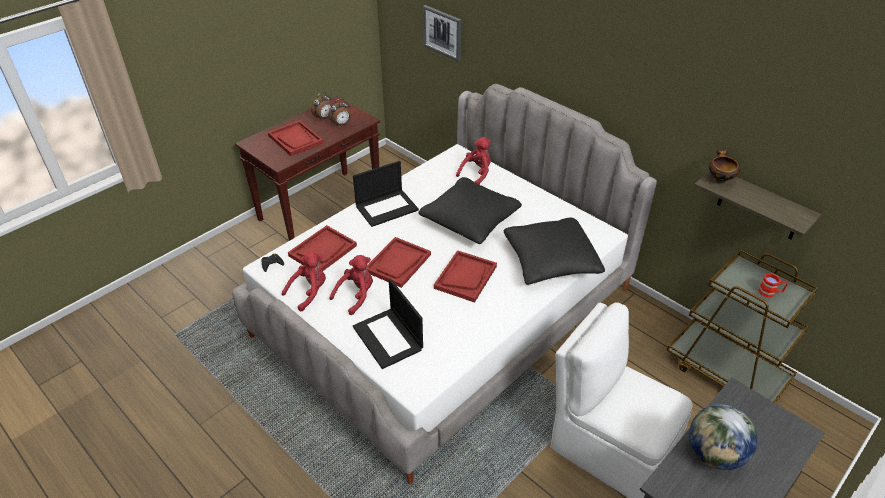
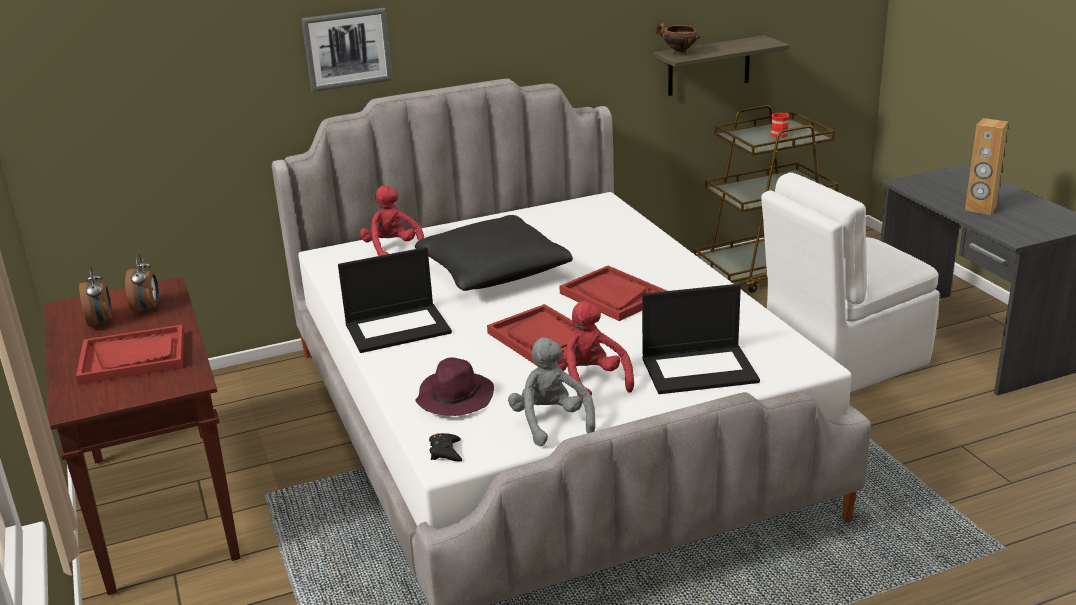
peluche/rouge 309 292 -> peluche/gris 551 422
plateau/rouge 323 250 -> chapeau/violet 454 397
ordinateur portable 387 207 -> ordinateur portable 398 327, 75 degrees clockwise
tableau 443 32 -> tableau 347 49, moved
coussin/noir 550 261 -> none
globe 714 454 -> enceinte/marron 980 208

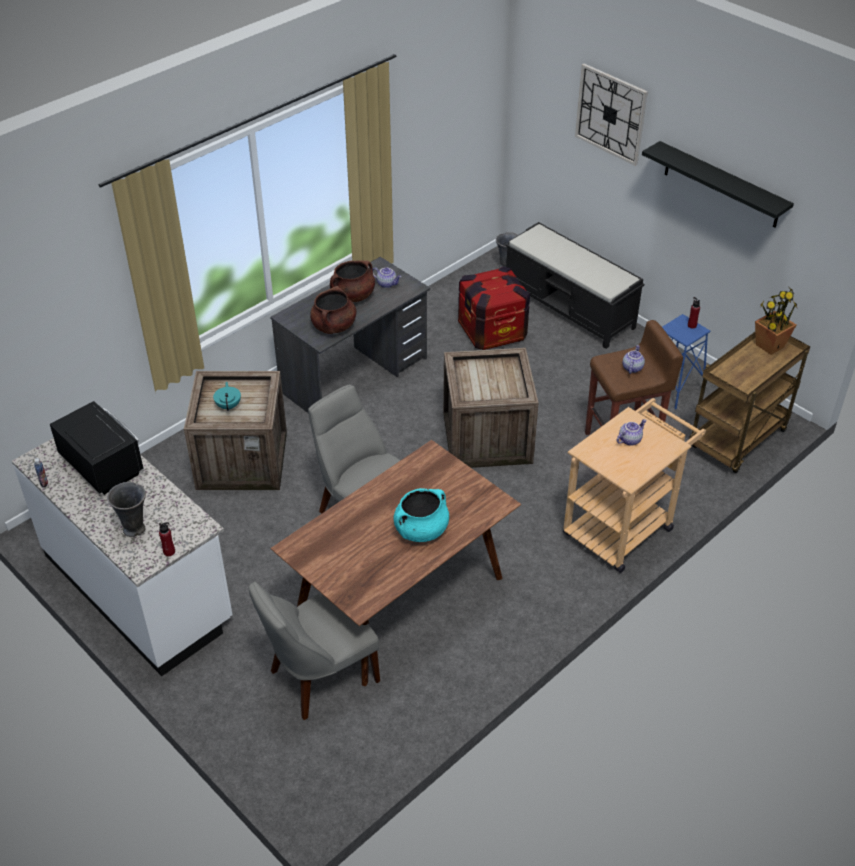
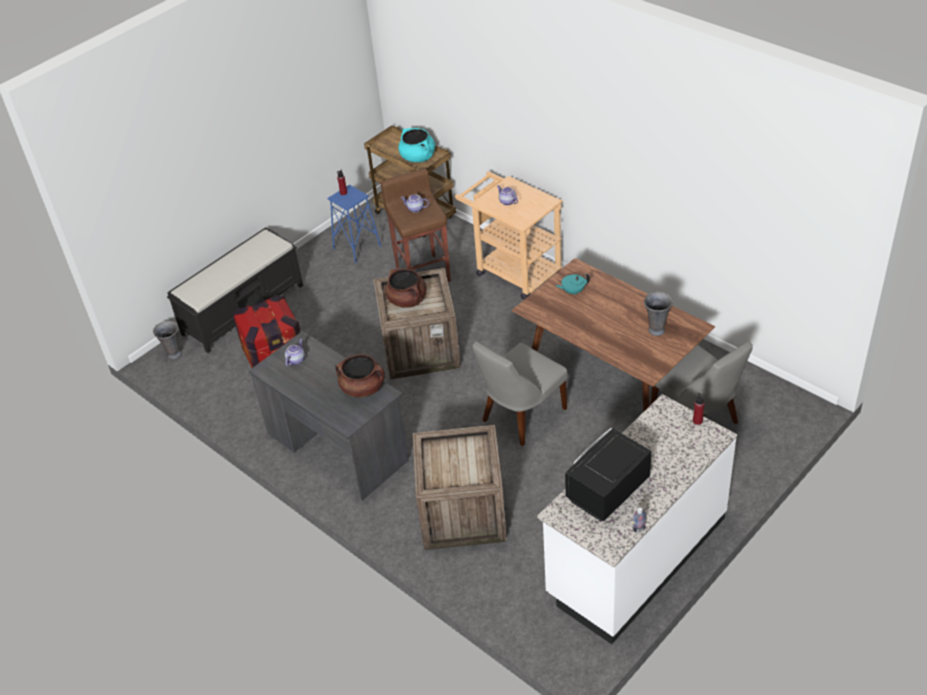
vase/gris 135 529 -> vase/gris 656 330, moved
théière/turquoise 229 406 -> théière/turquoise 573 291, moved
marmite/marron 352 296 -> marmite/marron 407 300, moved
marmite/turquoise 421 530 -> marmite/turquoise 418 157, moved
horloge murale 611 114 -> none
étagère/noir 721 185 -> none
plante en pot 769 346 -> none

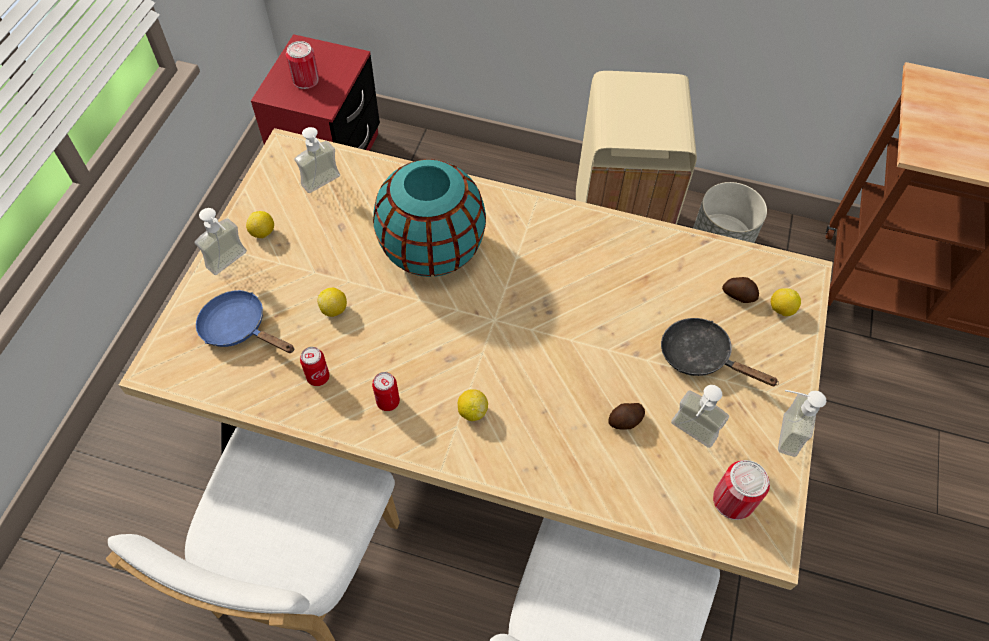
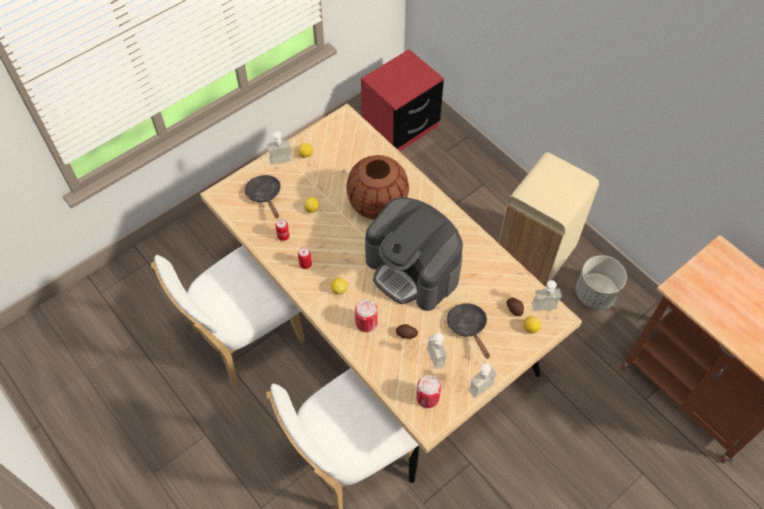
poêle/bleu 239 328 -> poêle/noir 265 195
boîte métallique 305 79 -> boîte métallique 366 323, moved
distributeur de savon 325 185 -> distributeur de savon 545 310, moved
vase/turquoise 431 250 -> vase/marron 377 204
none -> machine à café 413 270

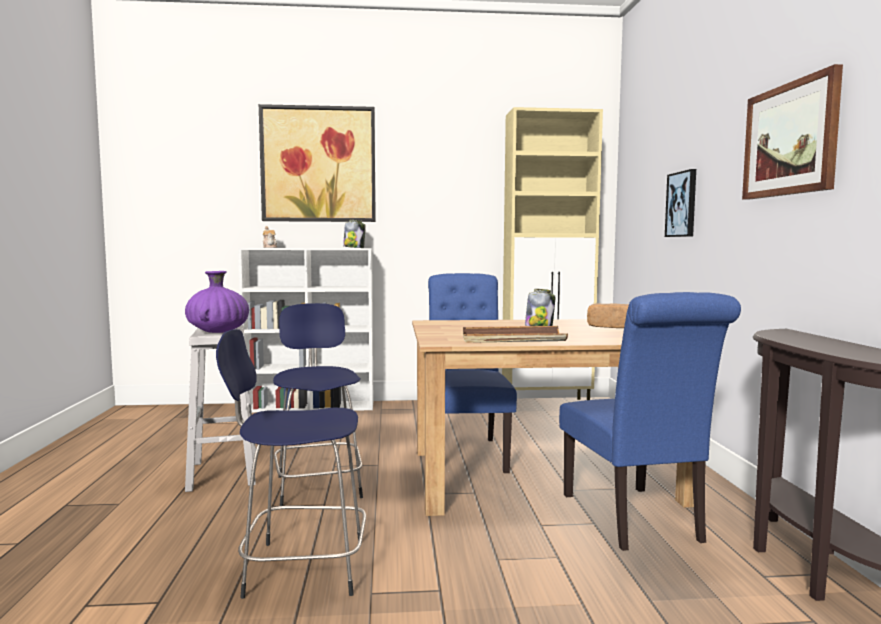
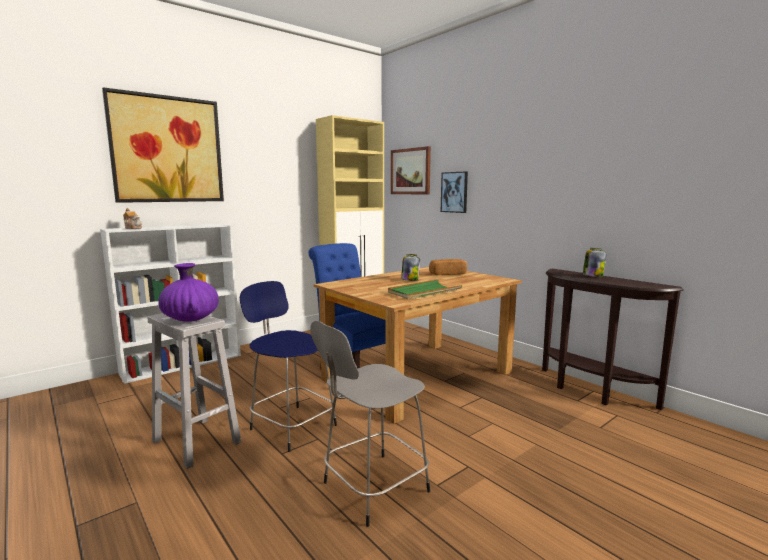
tabouret/bleu 300 568 -> tabouret/gris 372 488
bocal 354 248 -> bocal 592 276, moved
plateau/marron 512 339 -> plateau/vert 424 292
chaise/bleu 635 521 -> none
tableau 790 139 -> tableau 410 171, moved

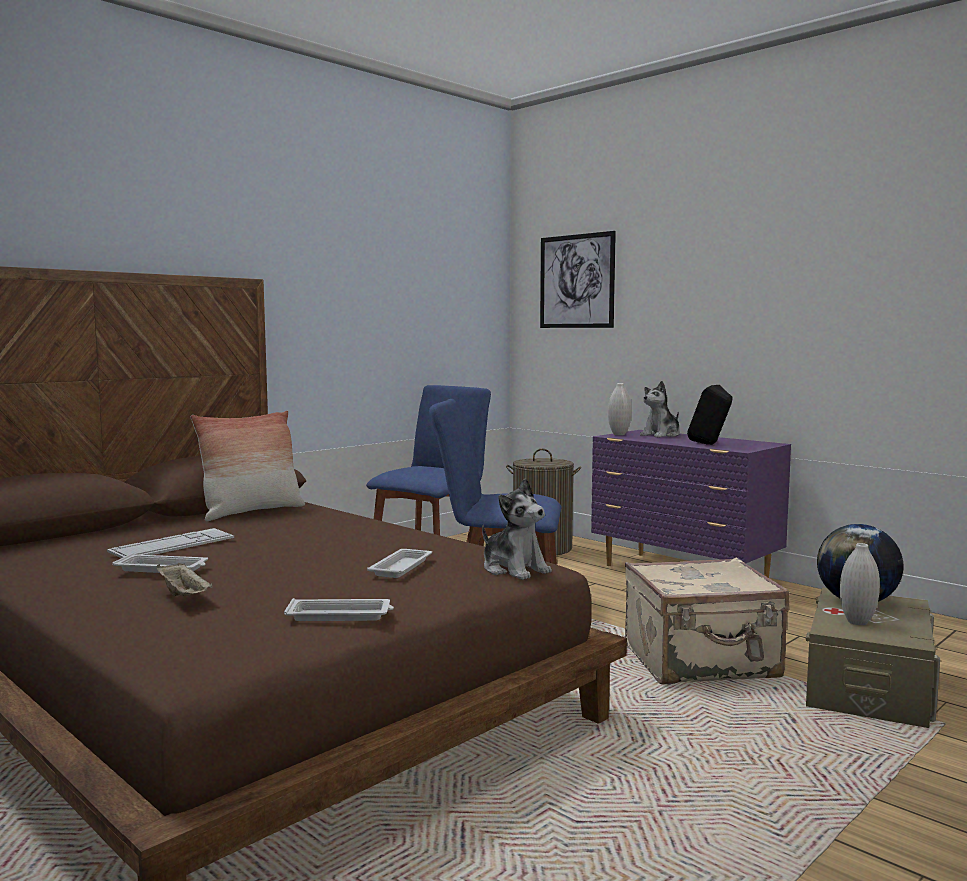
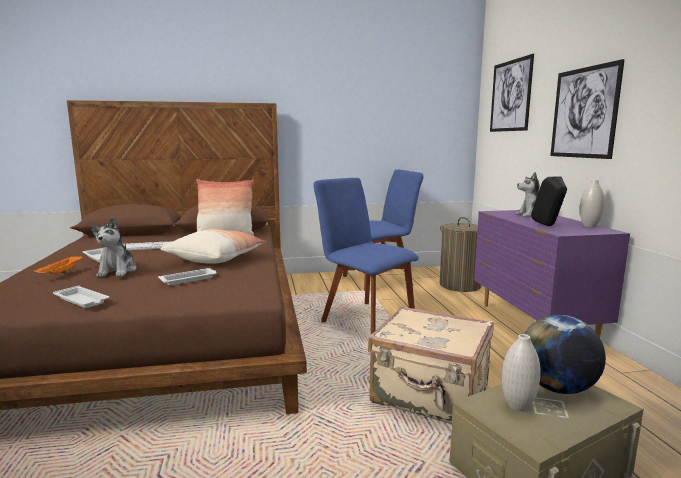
plateau/beige 184 596 -> plateau/orange 61 274
peluche 514 569 -> peluche 117 271, moved
vase/blanc 619 434 -> vase/blanc 589 226, moved
none -> coussin 216 258
none -> tableau 584 113

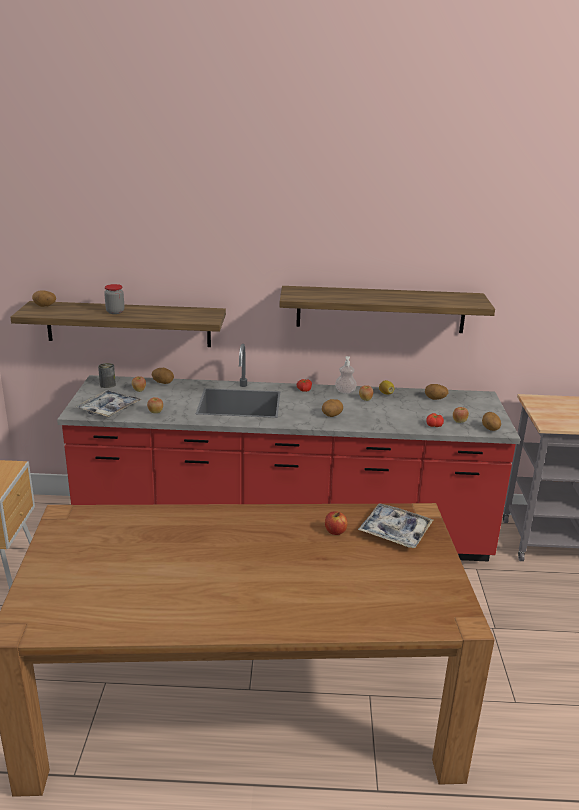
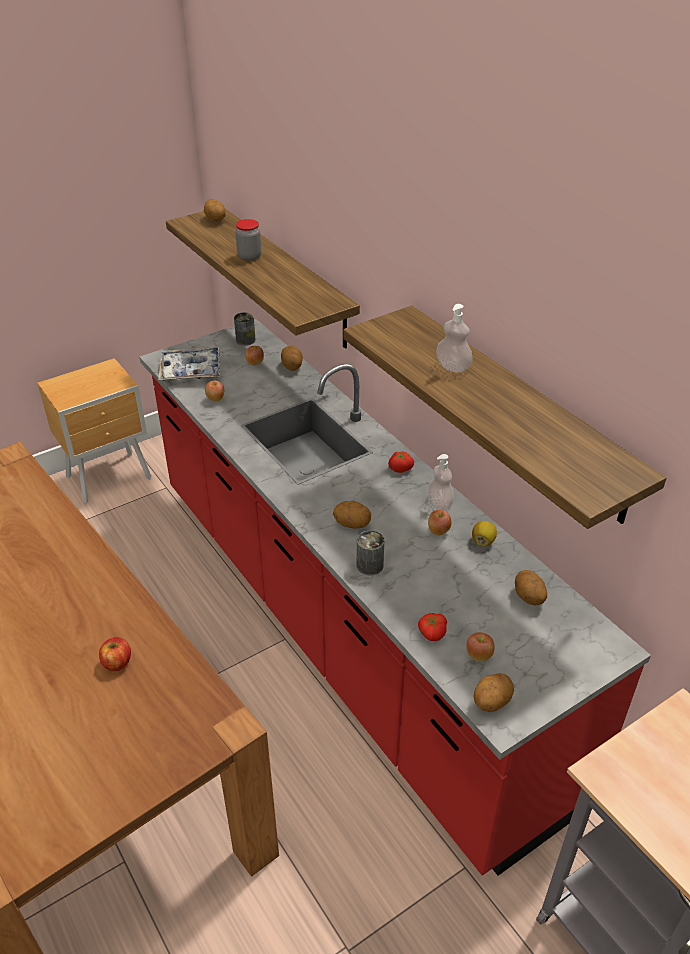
plateau 395 532 -> none
none -> boîte métallique 369 565
none -> distributeur de savon 453 367

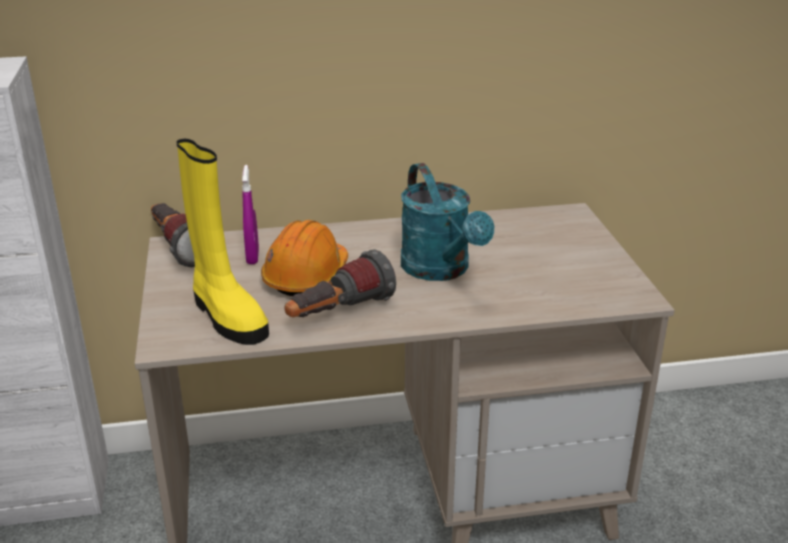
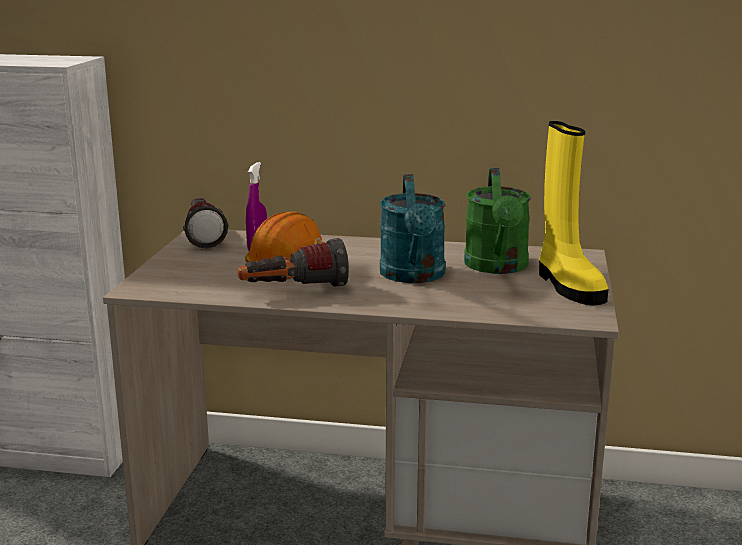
botte/jaune 227 316 -> botte/jaune 568 286, moved
none -> arrosoir/vert 497 267

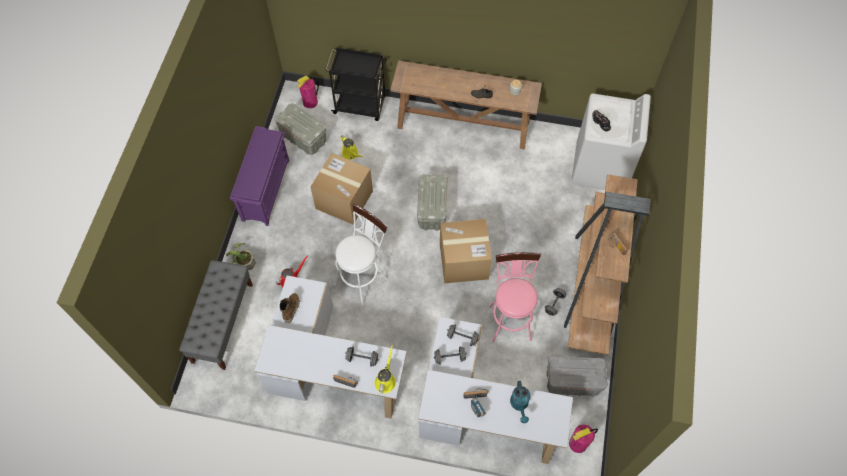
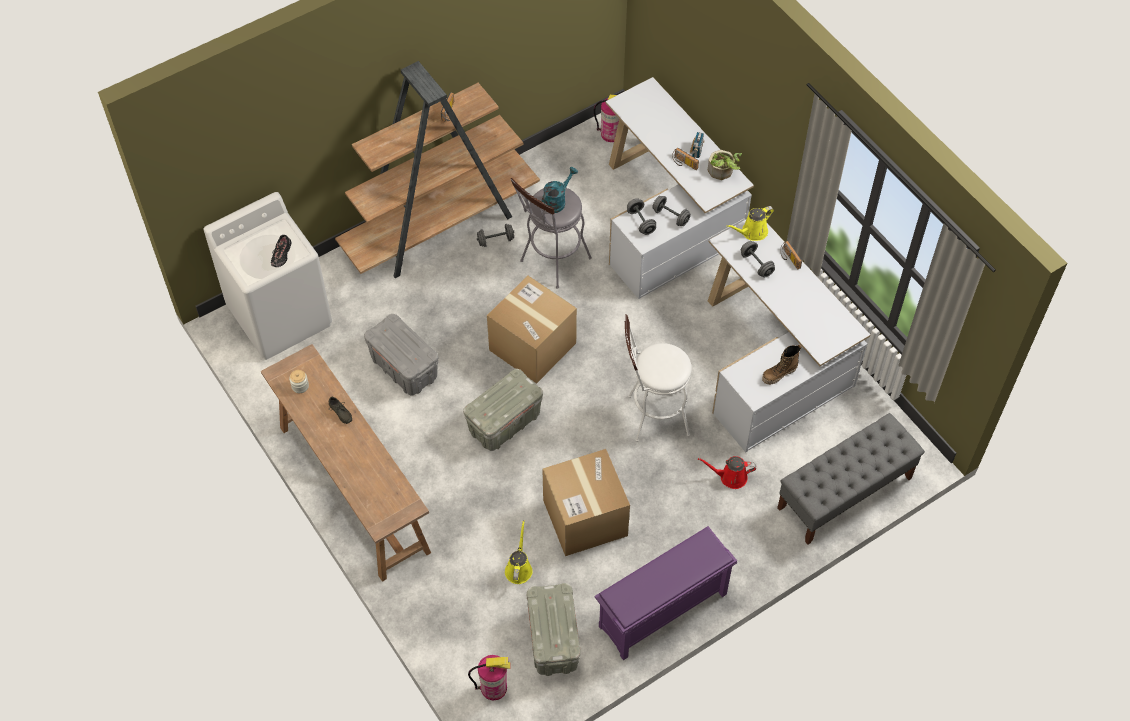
plante en pot 243 262 -> plante en pot 722 172, moved
chariot/noir 360 106 -> none
tabouret/rose 509 318 -> tabouret/gris 552 263
arrosoir/turquoise 520 405 -> arrosoir/turquoise 557 201, moved
boîte de rangement/gris 572 382 -> boîte de rangement/gris 405 368, moved

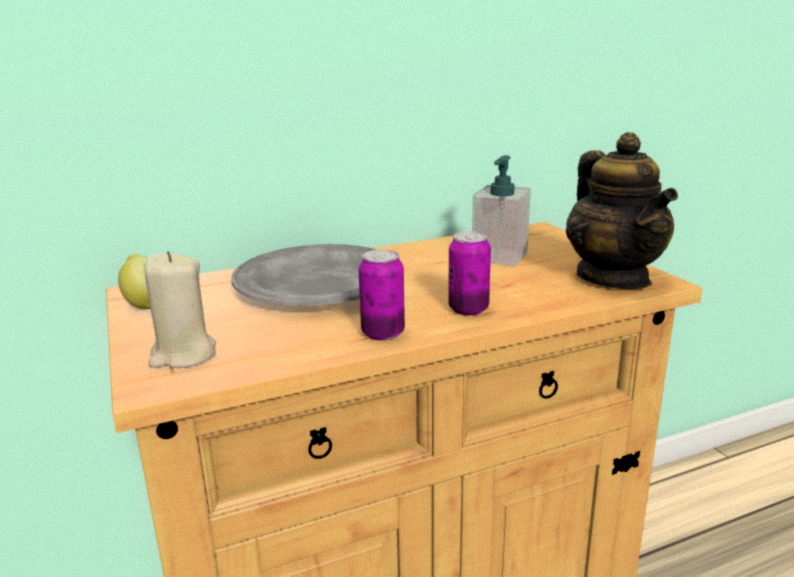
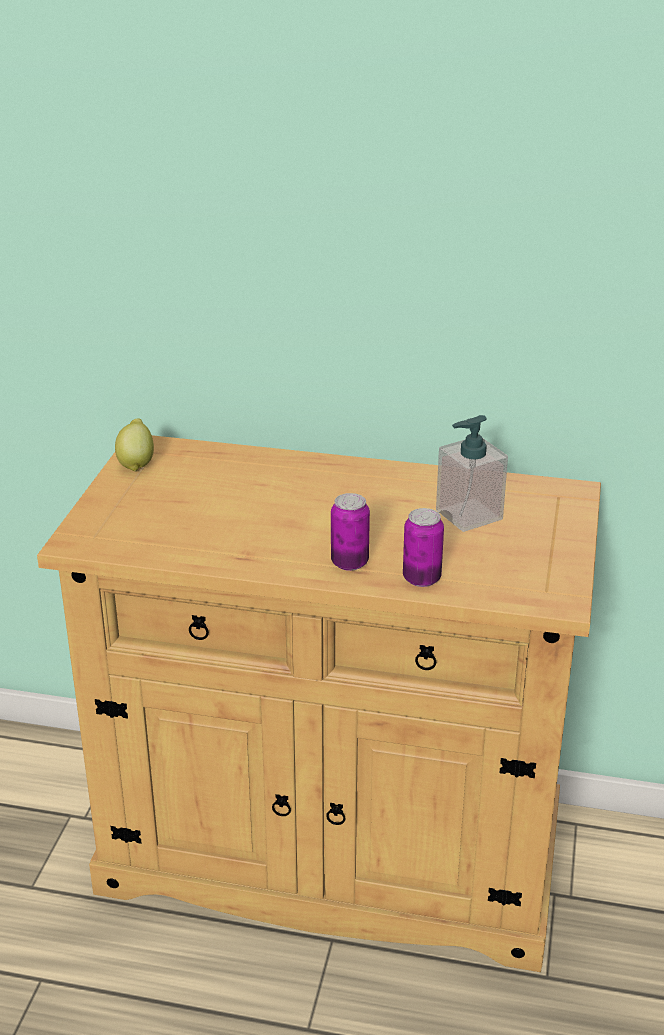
bougie/beige 183 355 -> none
assiette/gris 317 285 -> none
boîte métallique 383 333 -> boîte métallique 421 578, moved
théière 613 278 -> none

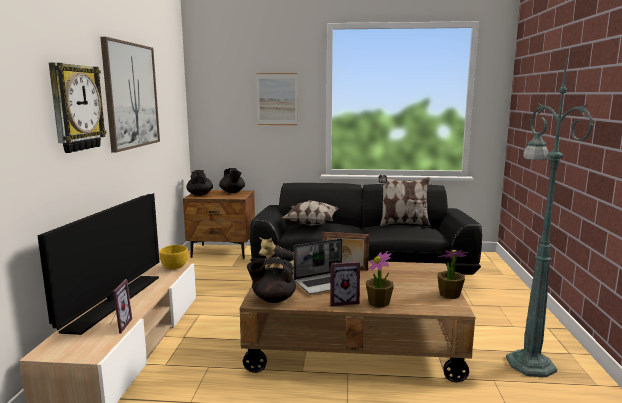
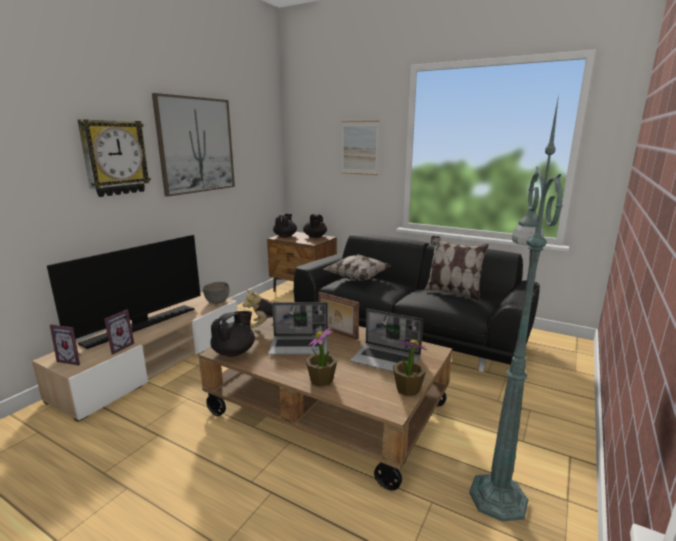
bol/jaune 175 267 -> bol/gris 217 302
théière/noir 273 299 -> théière/noir 234 352, 105 degrees clockwise
cadre photo 343 301 -> cadre photo 74 360, moved
none -> ordinateur portable 387 360

